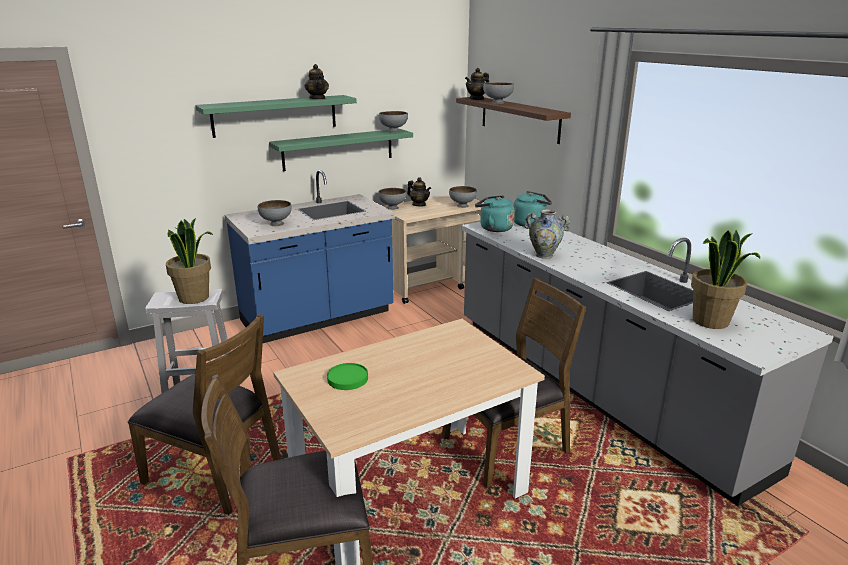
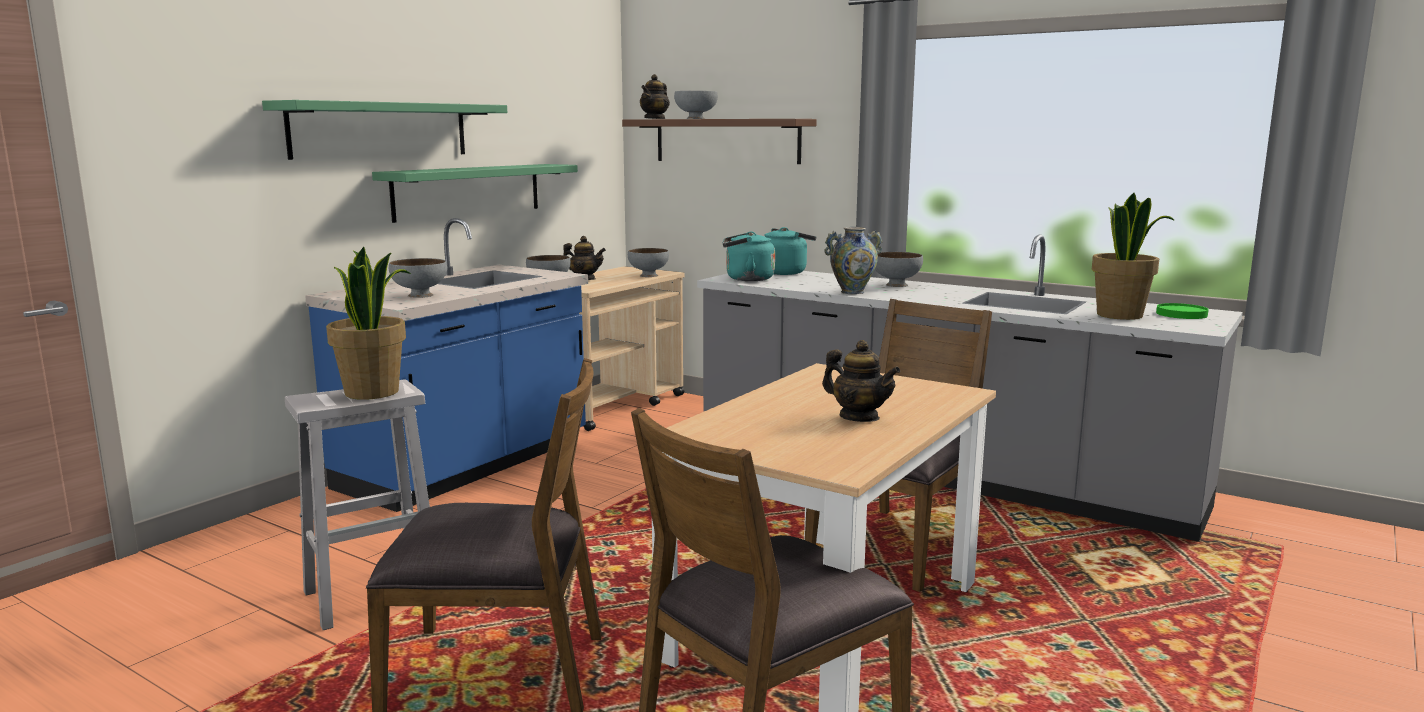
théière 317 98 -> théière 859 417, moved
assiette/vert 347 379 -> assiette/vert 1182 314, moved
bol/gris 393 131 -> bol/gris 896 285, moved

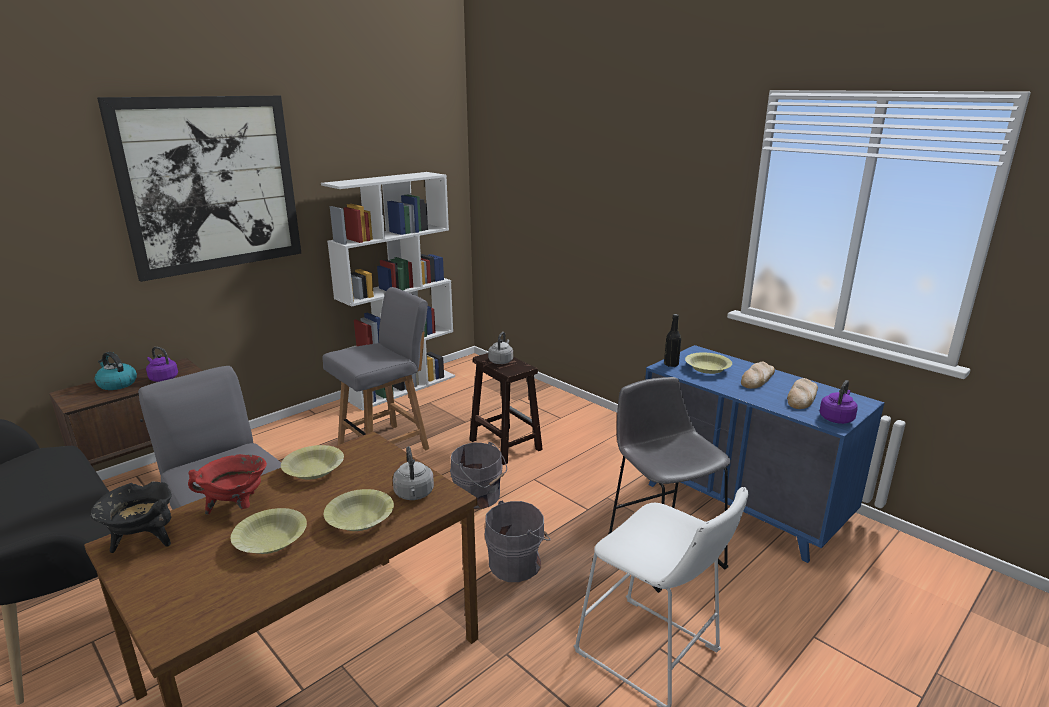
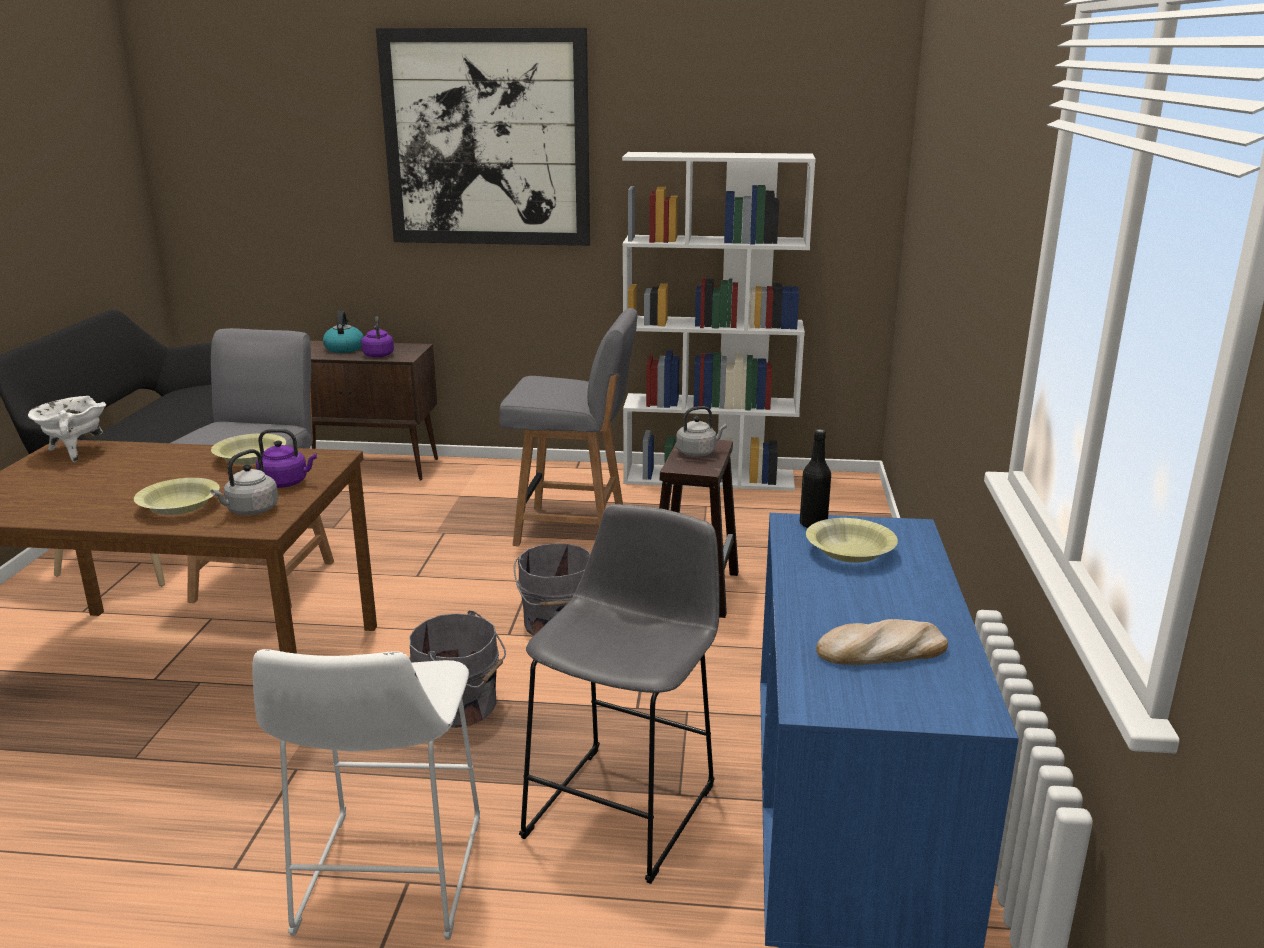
marmite/noir 143 541 -> marmite/blanc 75 452
marmite/rouge 237 507 -> none
bol/jaune 270 540 -> none
pain 757 378 -> none
bouilloire/violet 836 418 -> bouilloire/violet 286 483, moved

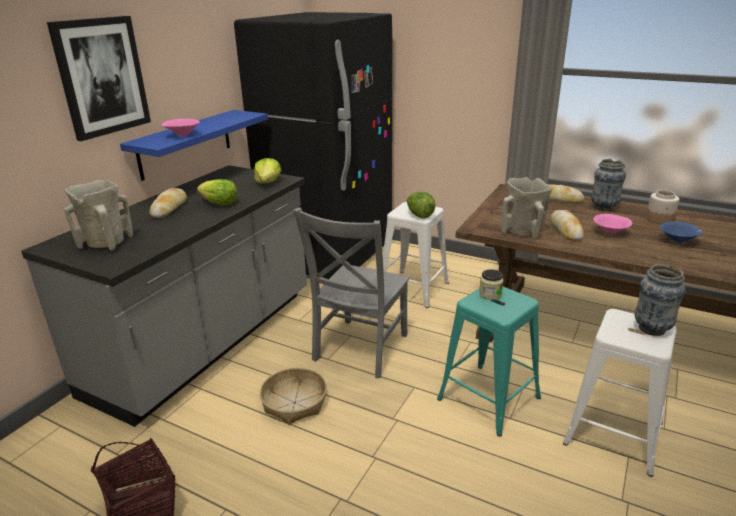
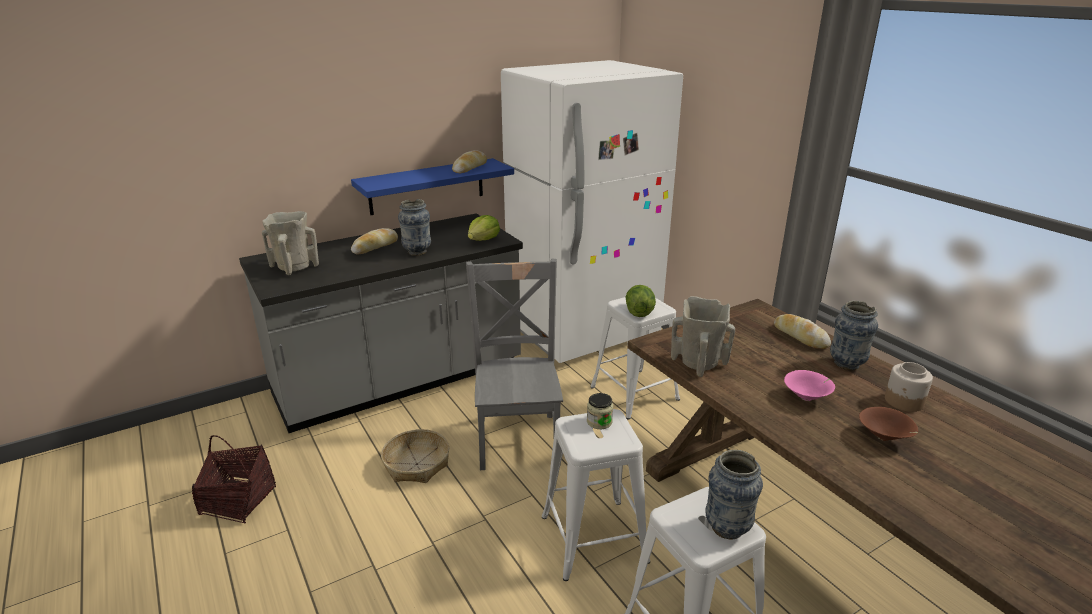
tableau 102 77 -> none
bol/rose 182 136 -> none
laitue 219 203 -> vase 417 252
réfrigérateur/noir 330 256 -> réfrigérateur/blanc 583 331
chaise/gris 359 349 -> chaise/gris 518 437, 120 degrees clockwise
tabouret/turquoise 488 398 -> tabouret/blanc 593 538
pain 566 230 -> pain 470 167, moved
bol/bleu 678 242 -> bol/marron 884 438

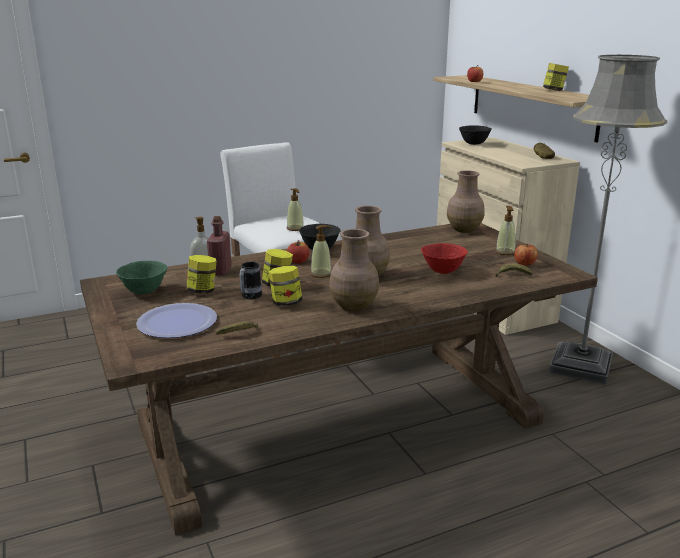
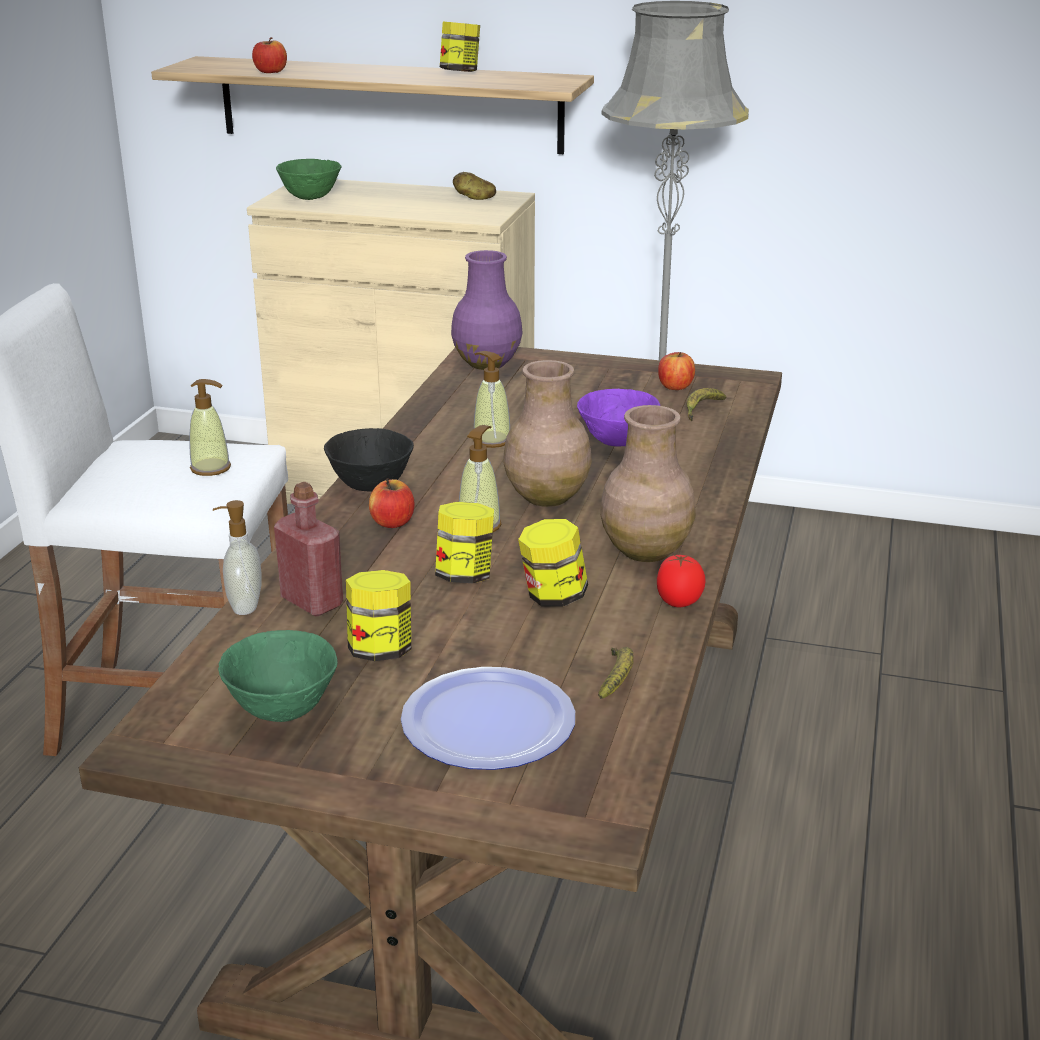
mug 249 297 -> none
bol/rouge 442 271 -> bol/violet 616 442
vase/marron 464 229 -> vase/violet 486 363
bol/noir 474 144 -> bol/vert 310 198
distributeur de savon 505 252 -> distributeur de savon 491 440, moved
none -> tomate 678 603

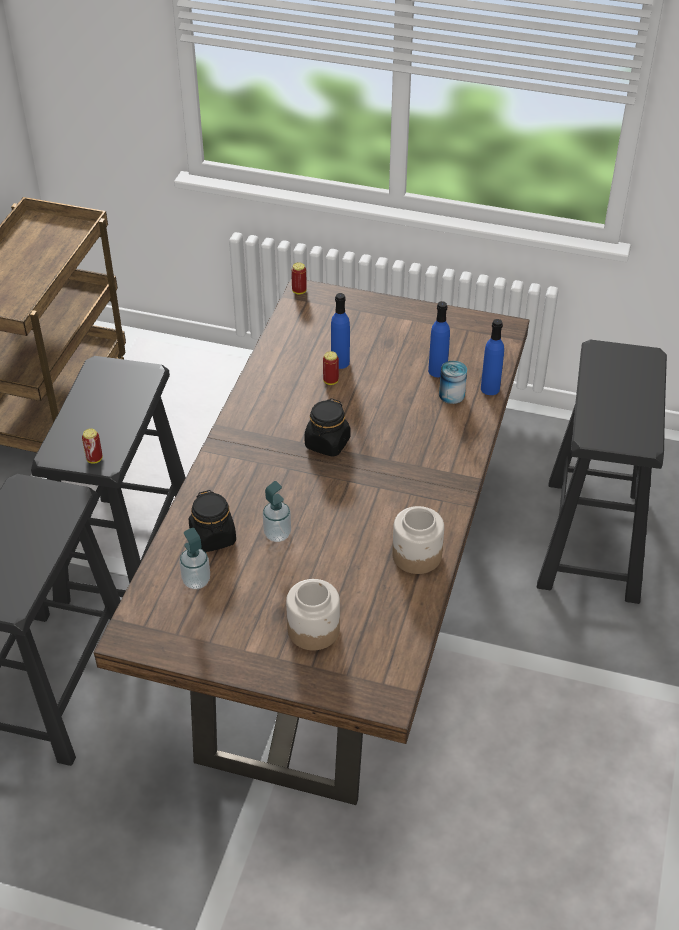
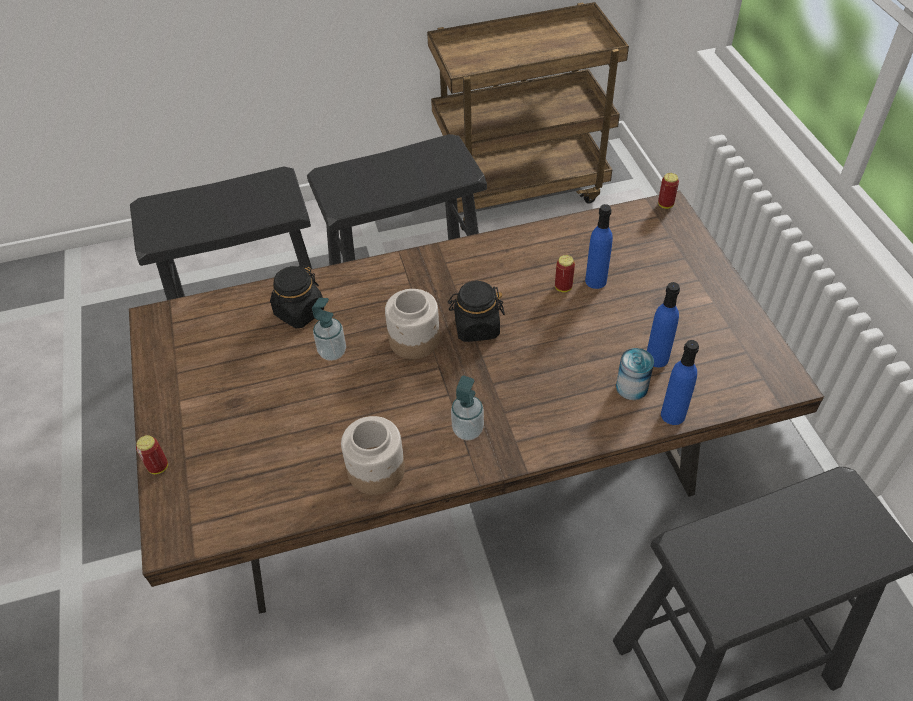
boîte métallique 94 459 -> boîte métallique 158 467, moved
distributeur de savon 196 581 -> distributeur de savon 468 430, moved
bocal 314 629 -> bocal 415 339, moved

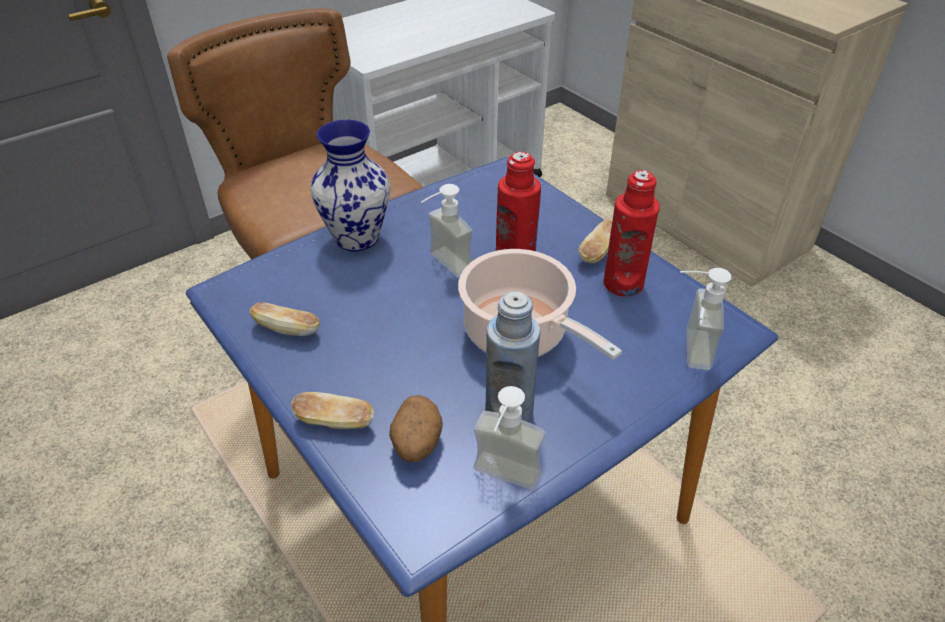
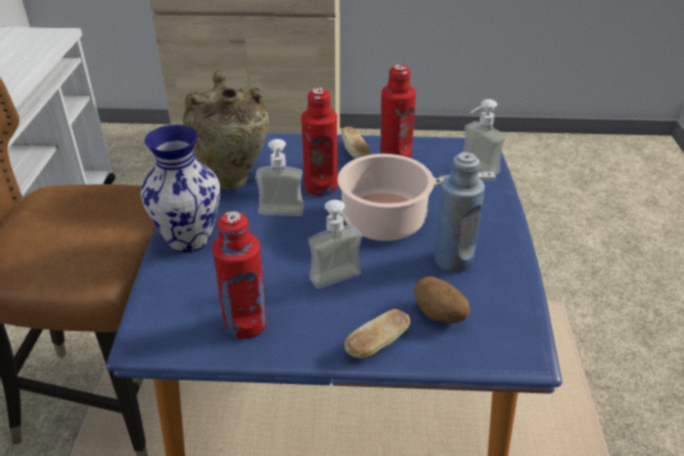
pain 287 329 -> bouteille/rouge 245 324
distributeur de savon 502 482 -> distributeur de savon 340 283, moved
none -> vase/beige 232 178

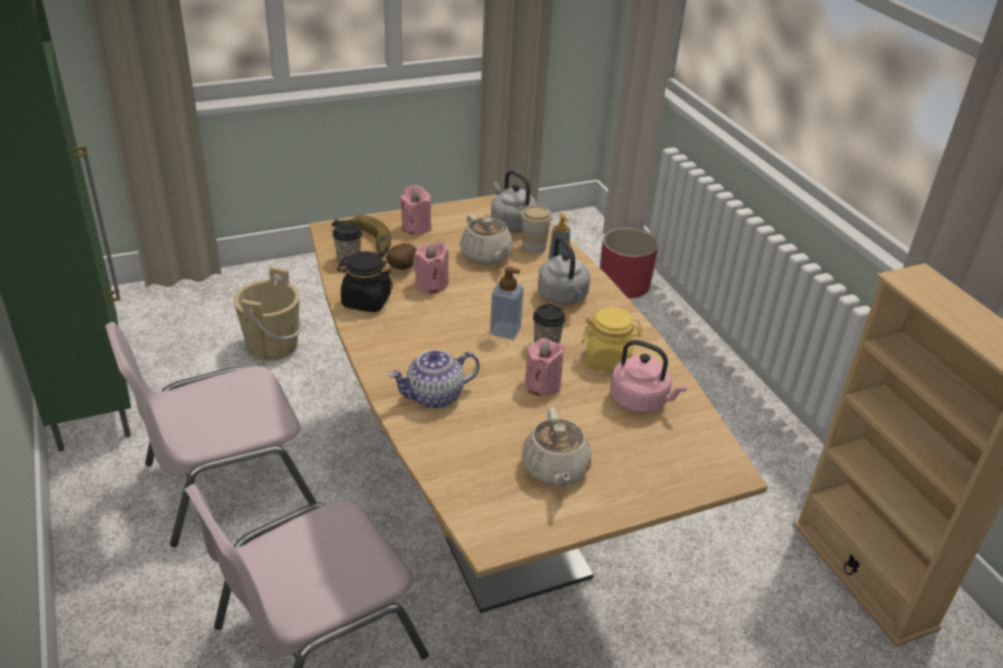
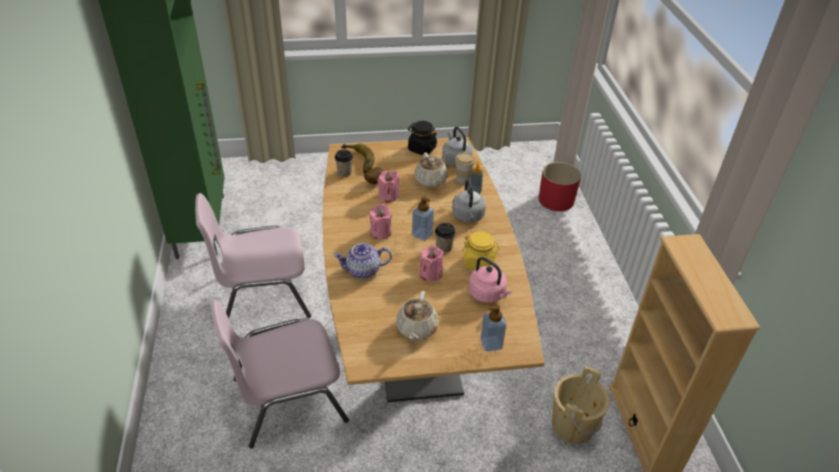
seau/beige 272 345 -> seau/beige 572 425, moved
bocal/noir 366 301 -> bocal/noir 421 149, moved
bougie/rose 416 227 -> bougie/rose 381 232, moved
none -> distributeur de savon 491 344

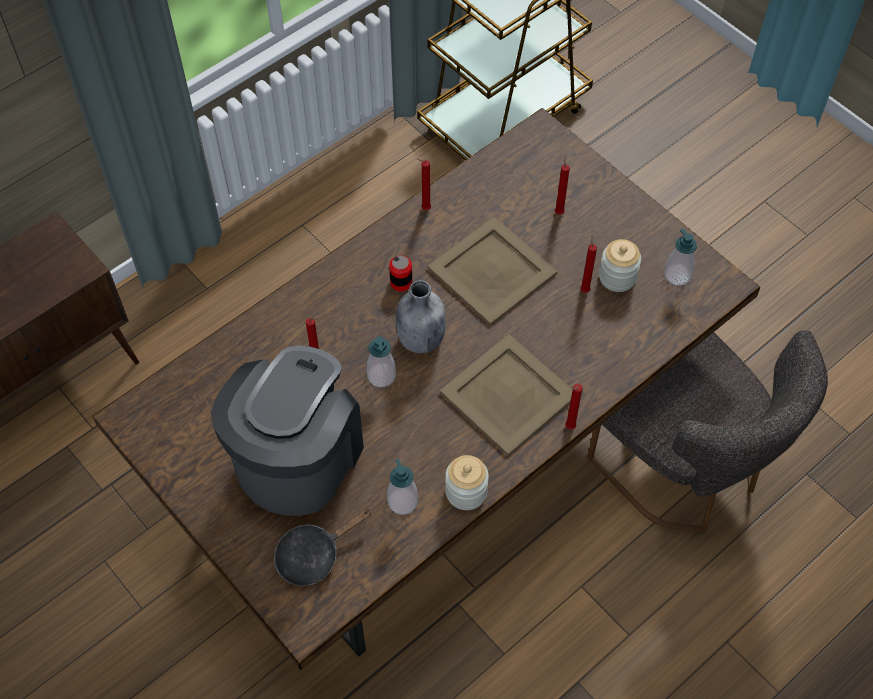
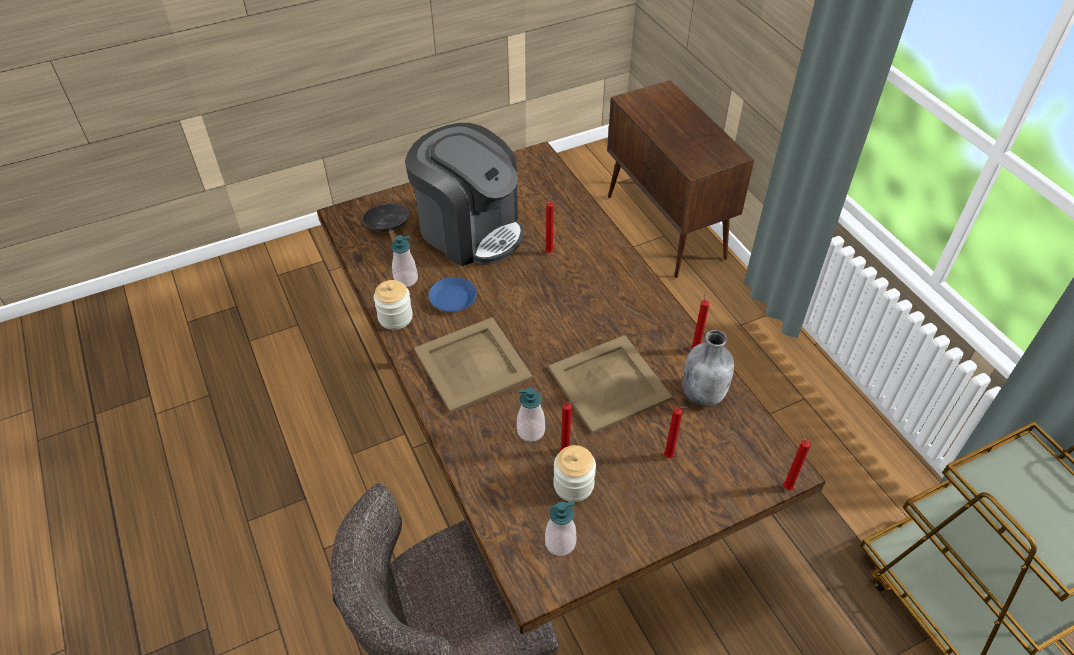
distributeur de savon 381 376 -> distributeur de savon 531 431, moved
boîte métallique 401 282 -> none
bouteille/gris 420 339 -> bouteille/gris 703 393, moved
bougie/rouge 569 428 -> bougie/rouge 786 486, moved
none -> assiette/bleu 452 298

